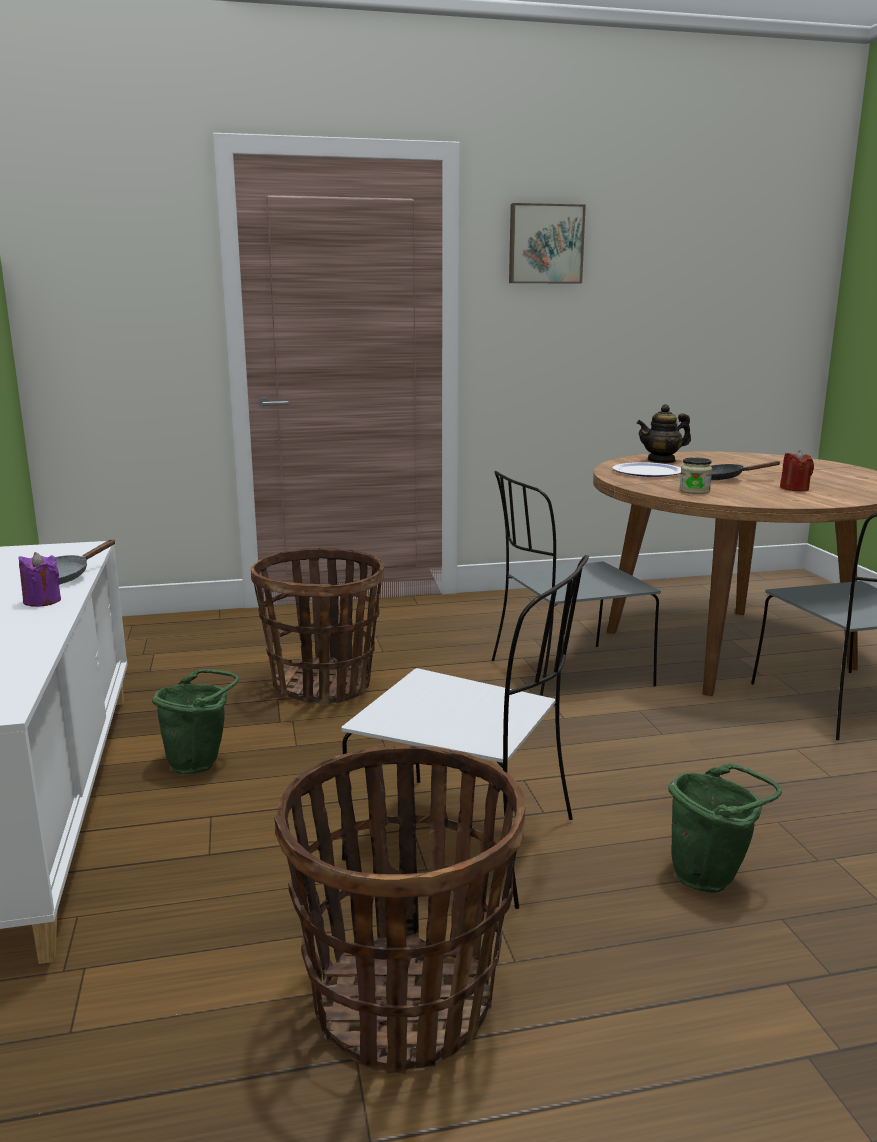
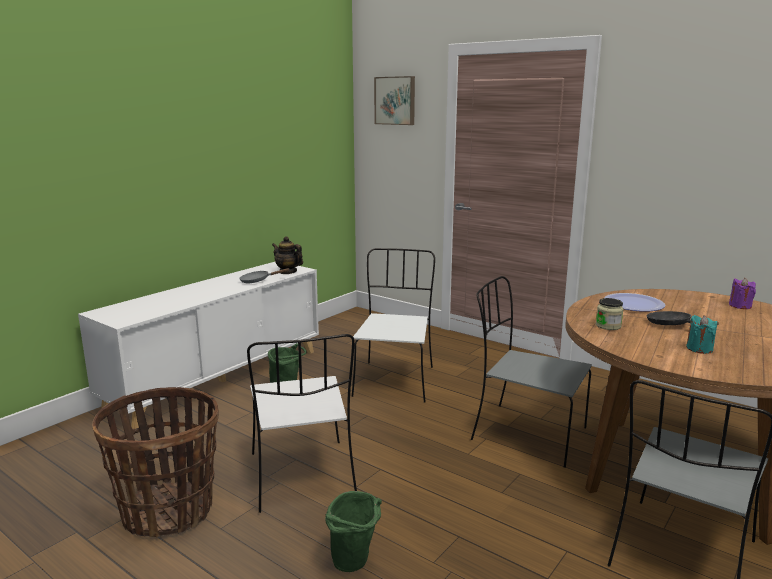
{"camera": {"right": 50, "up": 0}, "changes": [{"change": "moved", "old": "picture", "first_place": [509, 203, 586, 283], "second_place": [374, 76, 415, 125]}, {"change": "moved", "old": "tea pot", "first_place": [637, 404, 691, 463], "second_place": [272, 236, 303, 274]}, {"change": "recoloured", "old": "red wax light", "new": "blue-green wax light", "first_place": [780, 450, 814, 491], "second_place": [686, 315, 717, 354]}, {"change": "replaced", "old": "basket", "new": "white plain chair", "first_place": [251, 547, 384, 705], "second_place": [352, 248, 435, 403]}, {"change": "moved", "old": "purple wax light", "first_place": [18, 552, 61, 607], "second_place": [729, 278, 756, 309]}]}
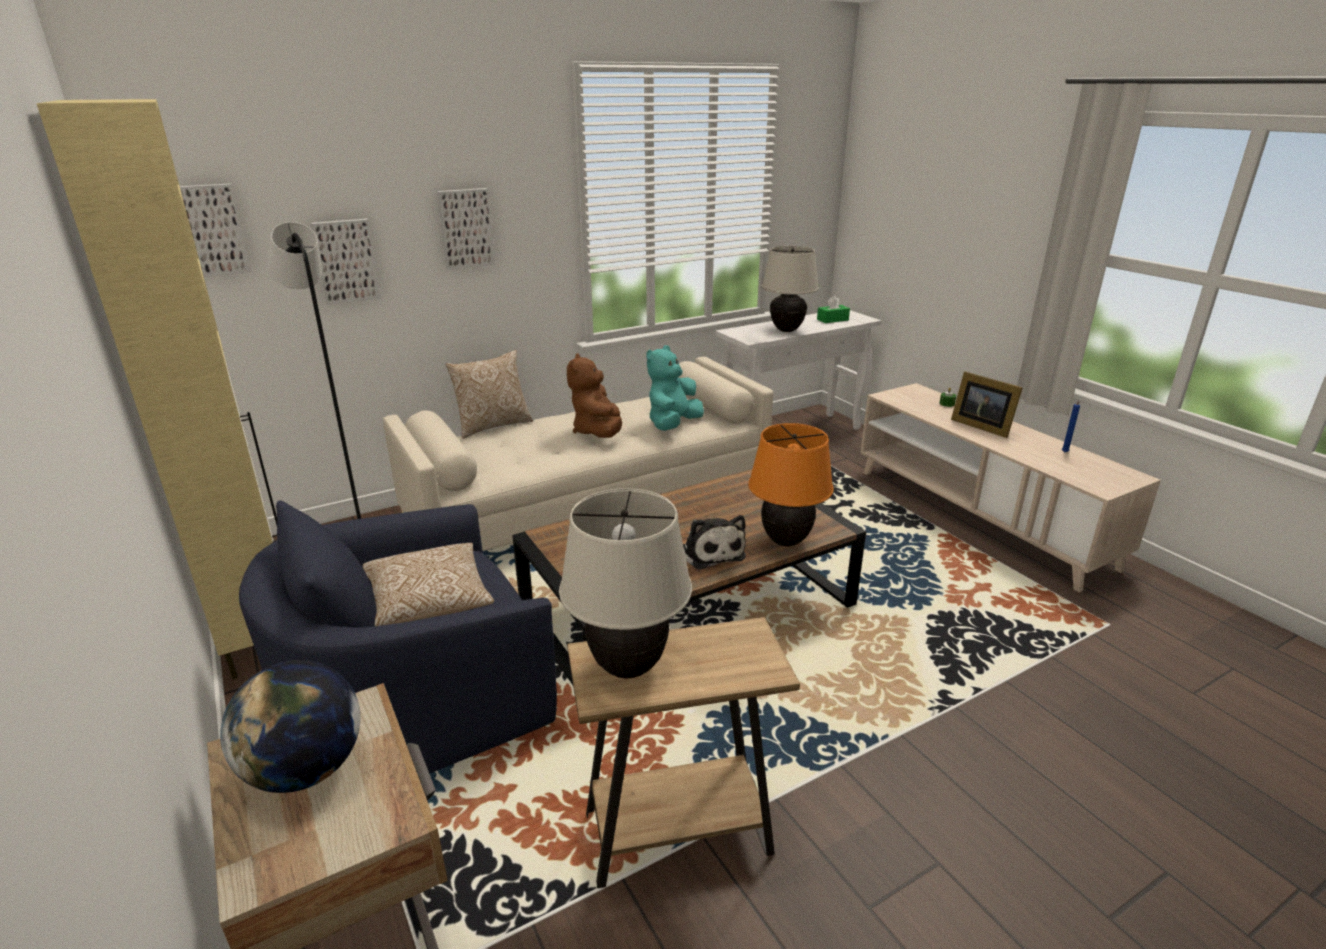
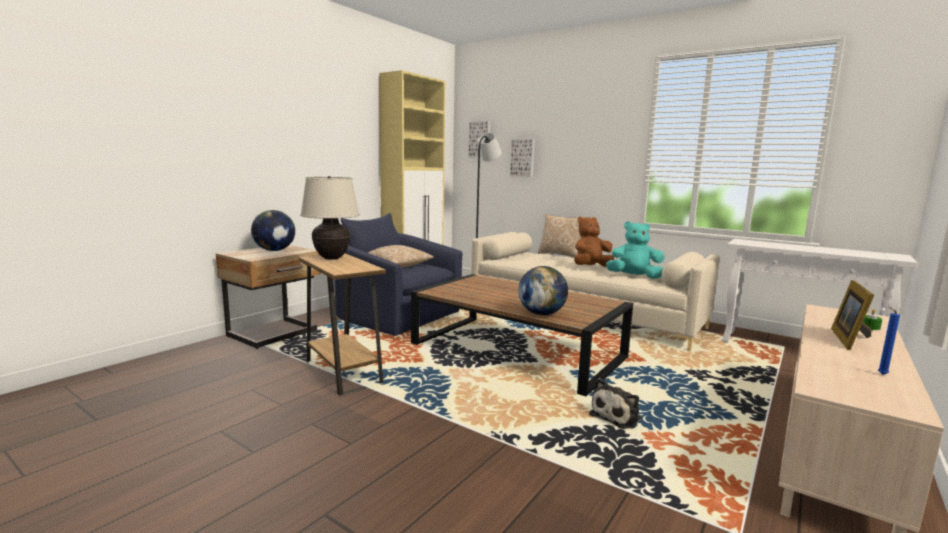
{"camera": {"right": 65, "up": -15}, "changes": [{"change": "removed", "old": "picture", "first_place": [437, 188, 495, 270]}, {"change": "removed", "old": "beige table lamp", "first_place": [761, 246, 819, 332]}, {"change": "removed", "old": "green box of tissues", "first_place": [817, 296, 850, 323]}, {"change": "replaced", "old": "orange-coloured table lamp", "new": "globe", "first_place": [748, 423, 834, 547], "second_place": [518, 266, 568, 315]}, {"change": "moved", "old": "cuddly toy", "first_place": [683, 515, 746, 570], "second_place": [589, 378, 642, 429]}]}
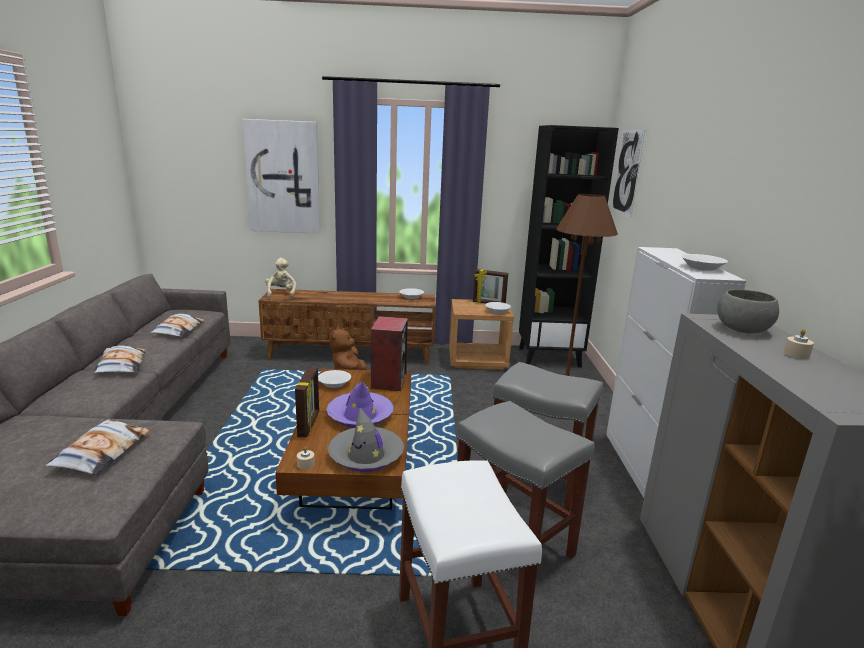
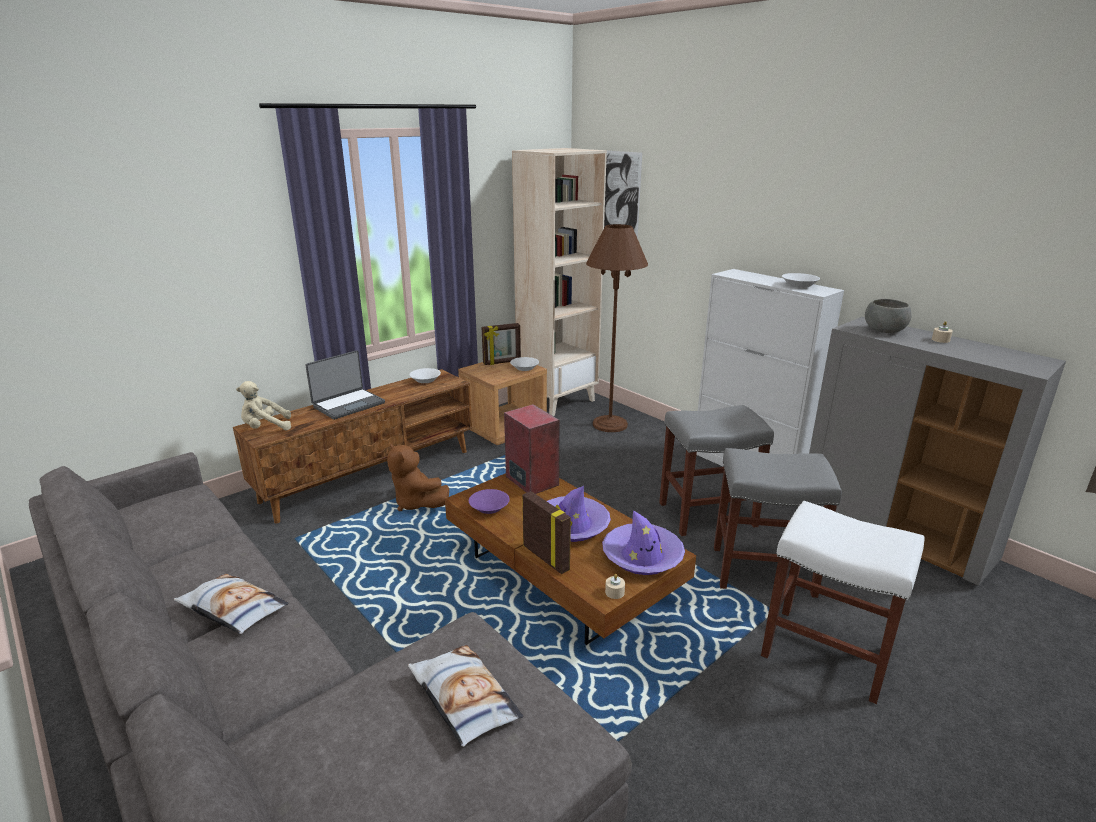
{"camera": {"right": -40, "up": 5}, "changes": [{"change": "removed", "old": "picture", "first_place": [242, 119, 320, 234]}, {"change": "recoloured", "old": "blackish bookcase", "new": "beige bookcase", "first_place": [519, 125, 619, 367], "second_place": [512, 148, 607, 416]}, {"change": "turned", "old": "beige cuddly toy", "first_place": [265, 258, 296, 298], "second_place": [236, 381, 291, 430], "degrees": -60}, {"change": "removed", "old": "cushion", "first_place": [150, 314, 204, 337]}, {"change": "recoloured", "old": "white bowl", "new": "purple bowl", "first_place": [318, 370, 351, 388], "second_place": [469, 489, 510, 514]}, {"change": "recoloured", "old": "greyish clothing hat", "new": "purple clothing hat", "first_place": [327, 408, 404, 472], "second_place": [602, 510, 685, 575]}, {"change": "added", "new": "laptop", "second_place": [305, 350, 385, 420]}]}
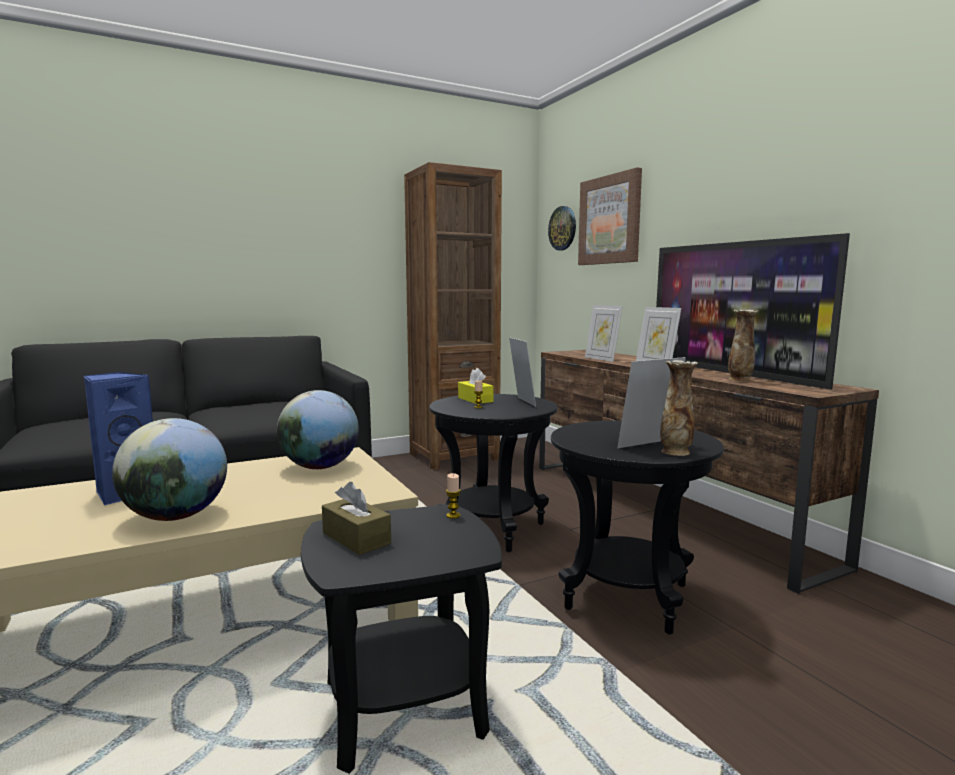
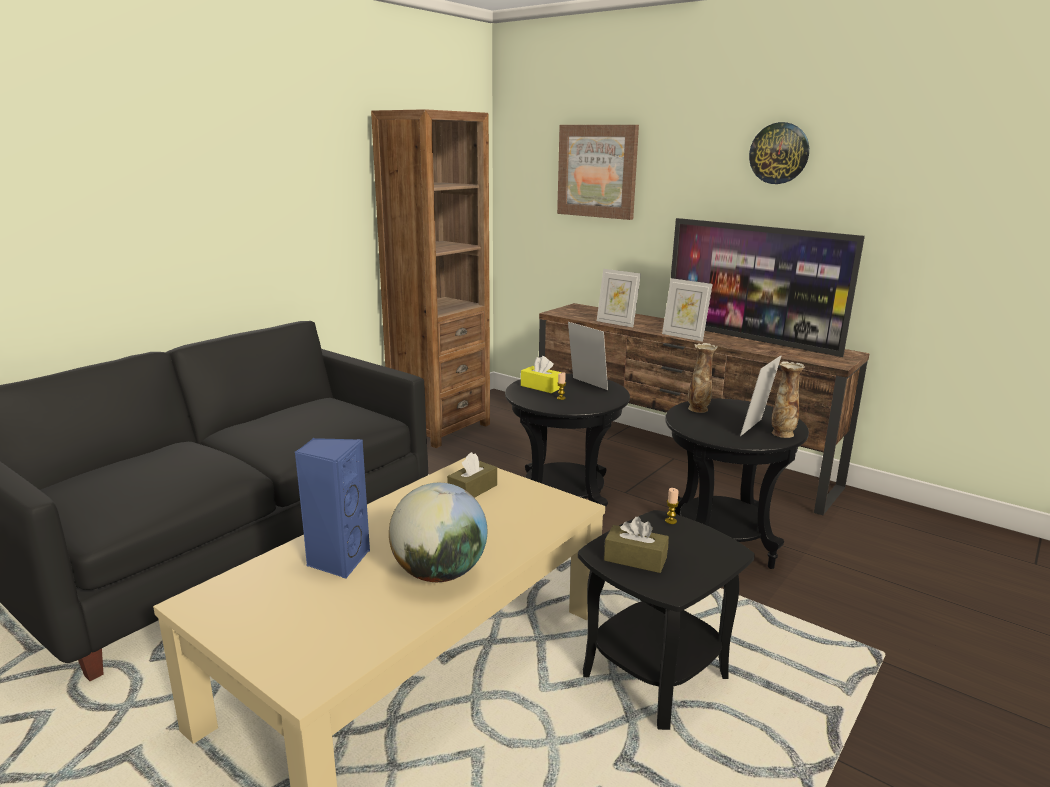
{"camera": {"right": -25, "up": 10}, "changes": [{"change": "moved", "old": "hanging clock", "first_place": [548, 206, 576, 251], "second_place": [749, 122, 809, 184]}, {"change": "moved", "old": "decorative vase", "first_place": [728, 310, 759, 382], "second_place": [688, 343, 718, 413]}, {"change": "replaced", "old": "globe", "new": "brown box of tissues", "first_place": [277, 390, 359, 469], "second_place": [447, 452, 497, 498]}]}
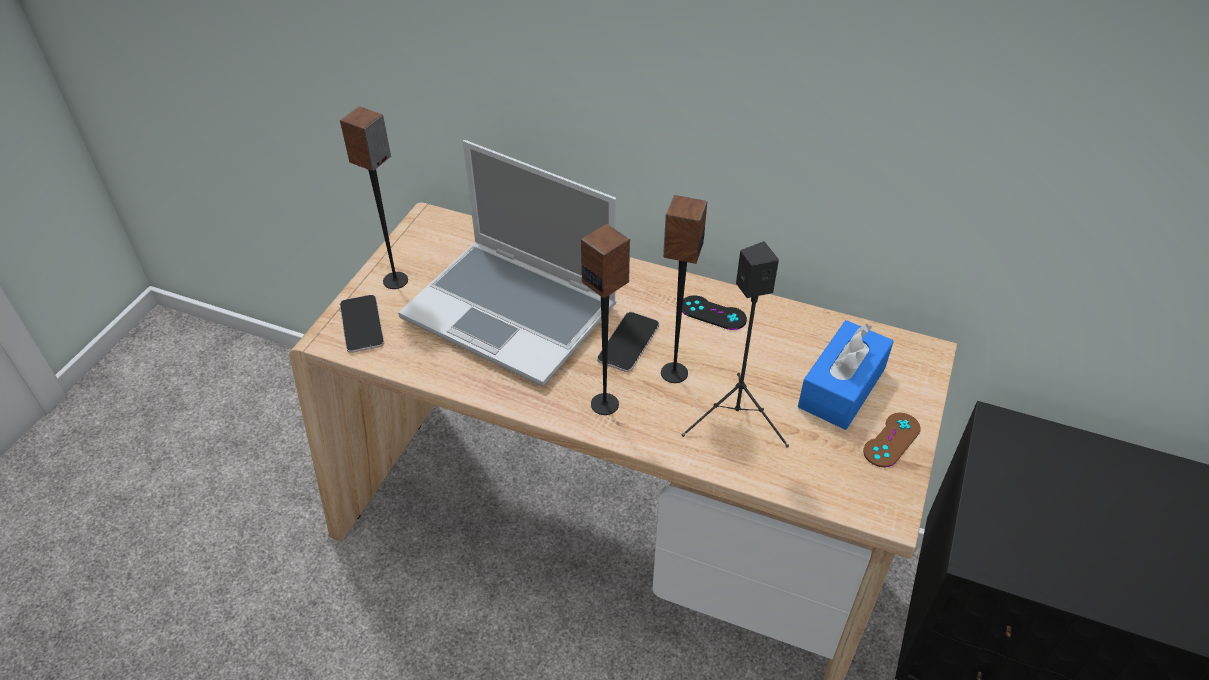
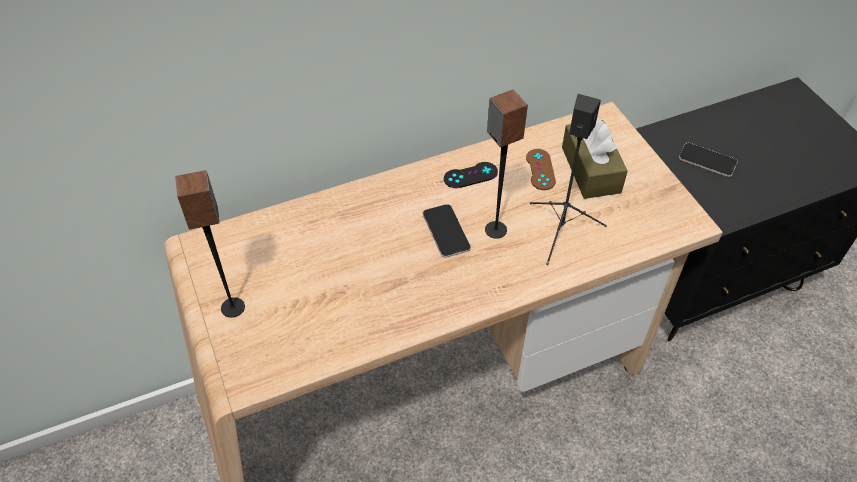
{"camera": {"right": -45, "up": 5}, "changes": [{"change": "removed", "old": "laptop", "first_place": [398, 140, 616, 387]}, {"change": "removed", "old": "audio speaker", "first_place": [581, 224, 630, 415]}, {"change": "moved", "old": "handset", "first_place": [340, 295, 384, 353], "second_place": [679, 143, 738, 177]}, {"change": "recoloured", "old": "blue-coloured box of tissues", "new": "brown box of tissues", "first_place": [798, 320, 894, 430], "second_place": [562, 117, 627, 199]}, {"change": "moved", "old": "brown game controller", "first_place": [863, 413, 921, 467], "second_place": [526, 149, 556, 190]}]}
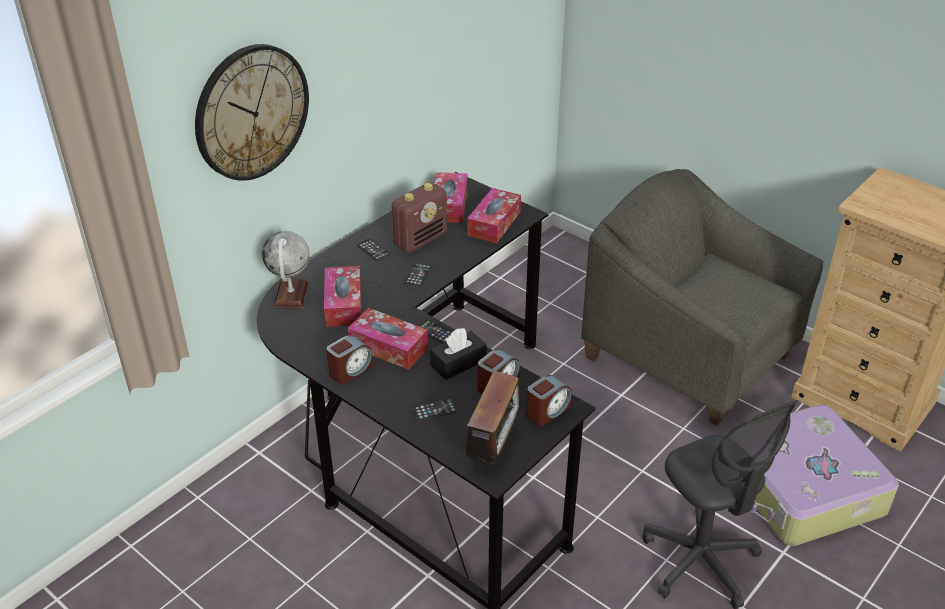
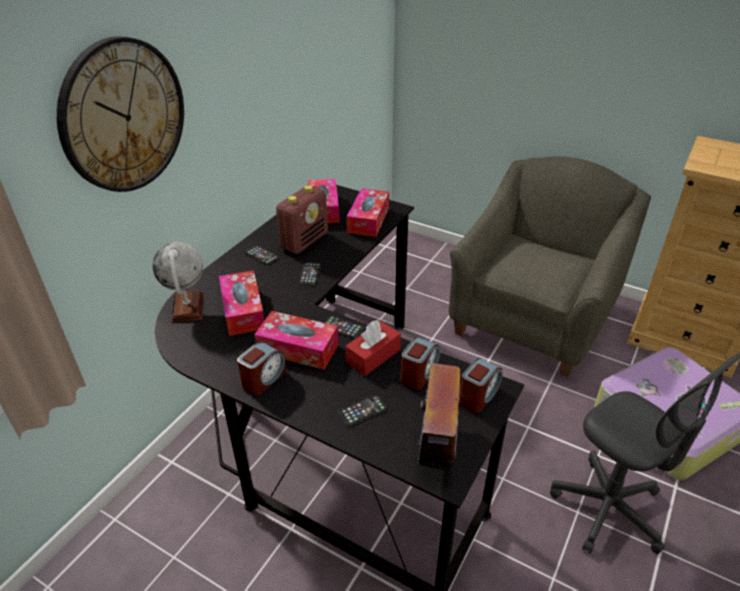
{"camera": {"right": -10, "up": 0}, "changes": [{"change": "turned", "old": "greyish lounge chair", "first_place": [581, 169, 824, 426], "second_place": [449, 156, 651, 377], "degrees": 90}, {"change": "recoloured", "old": "blackish box of tissues", "new": "red box of tissues", "first_place": [430, 328, 487, 380], "second_place": [345, 320, 401, 376]}]}
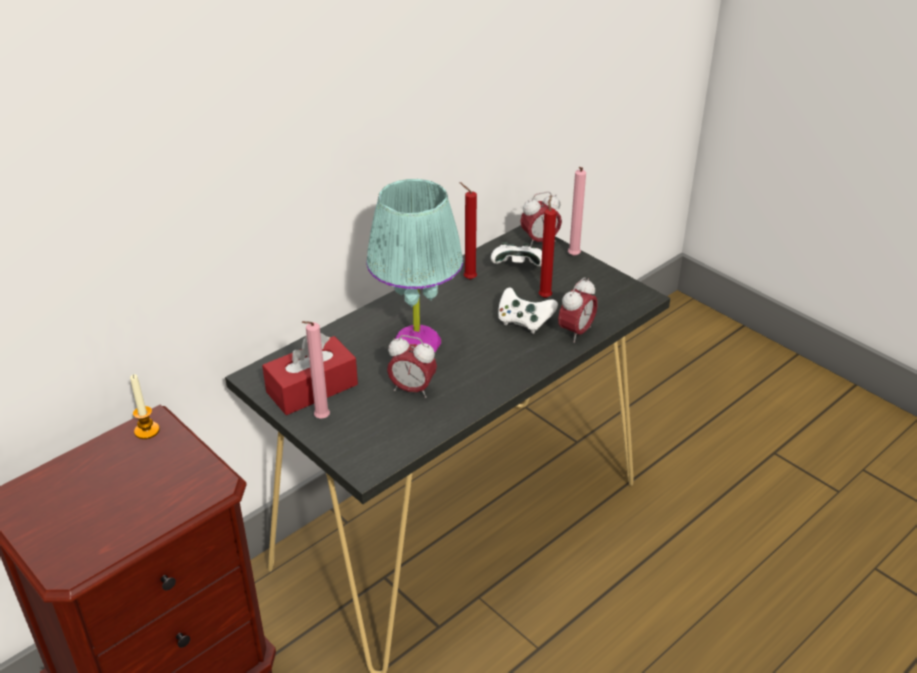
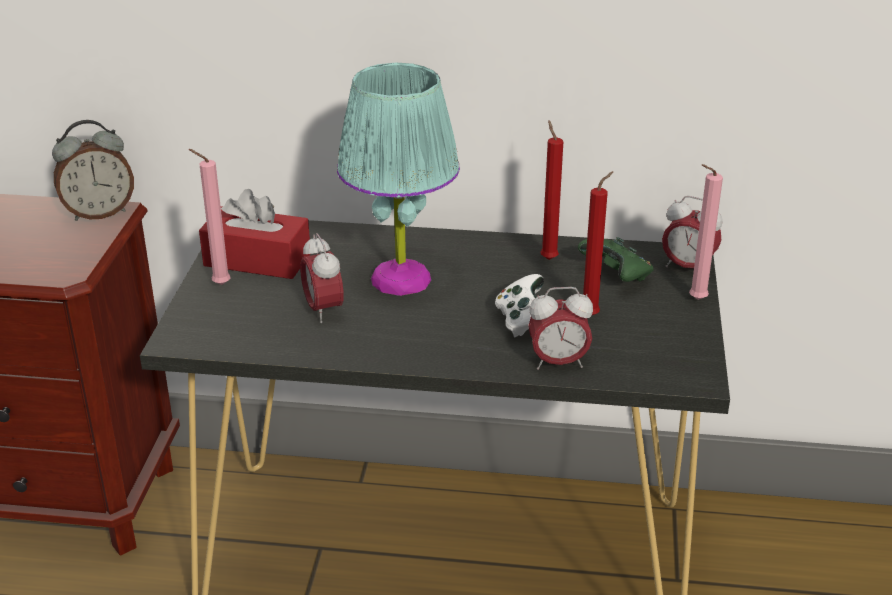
{"camera": {"right": 50, "up": -5}, "changes": [{"change": "recoloured", "old": "white game controller", "new": "green game controller", "first_place": [491, 242, 542, 266], "second_place": [578, 237, 654, 282]}, {"change": "replaced", "old": "wax light", "new": "bedside clock", "first_place": [130, 374, 160, 439], "second_place": [52, 120, 134, 221]}]}
